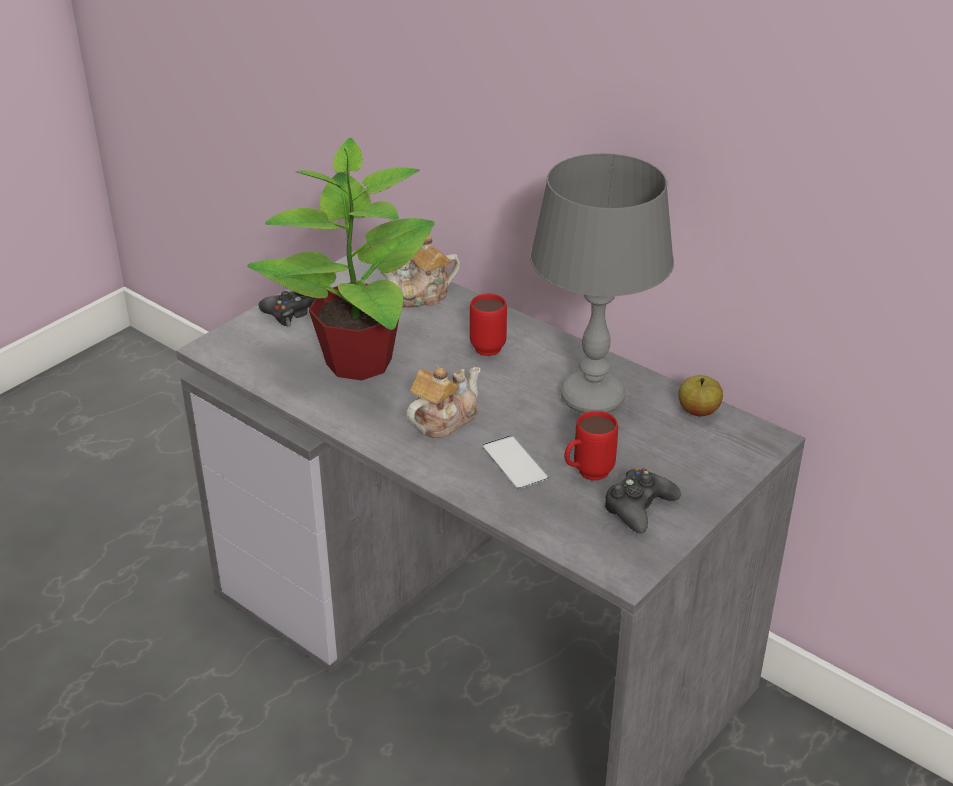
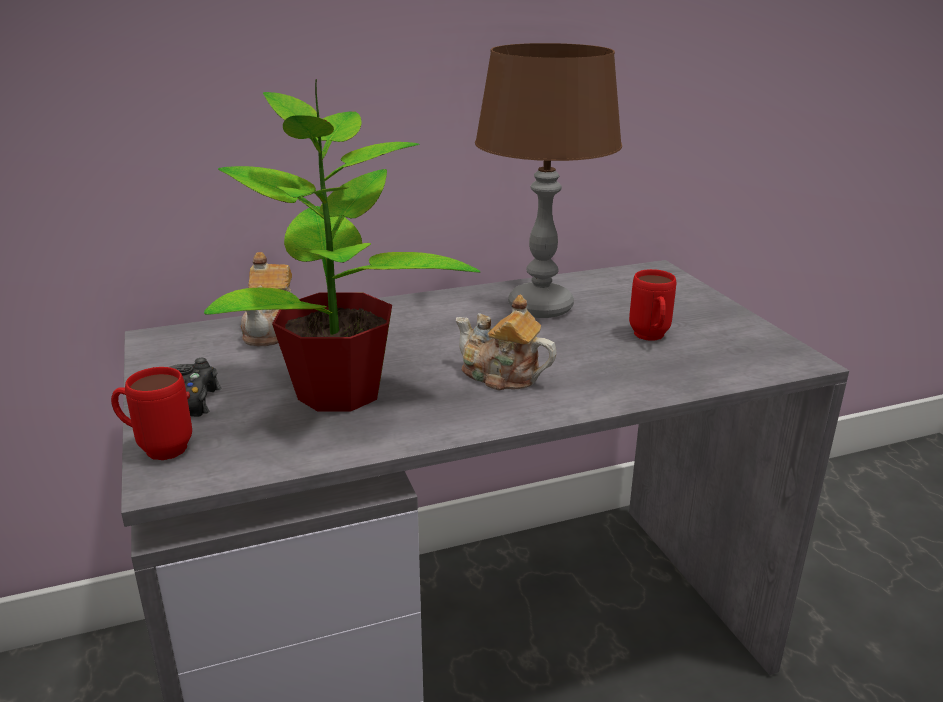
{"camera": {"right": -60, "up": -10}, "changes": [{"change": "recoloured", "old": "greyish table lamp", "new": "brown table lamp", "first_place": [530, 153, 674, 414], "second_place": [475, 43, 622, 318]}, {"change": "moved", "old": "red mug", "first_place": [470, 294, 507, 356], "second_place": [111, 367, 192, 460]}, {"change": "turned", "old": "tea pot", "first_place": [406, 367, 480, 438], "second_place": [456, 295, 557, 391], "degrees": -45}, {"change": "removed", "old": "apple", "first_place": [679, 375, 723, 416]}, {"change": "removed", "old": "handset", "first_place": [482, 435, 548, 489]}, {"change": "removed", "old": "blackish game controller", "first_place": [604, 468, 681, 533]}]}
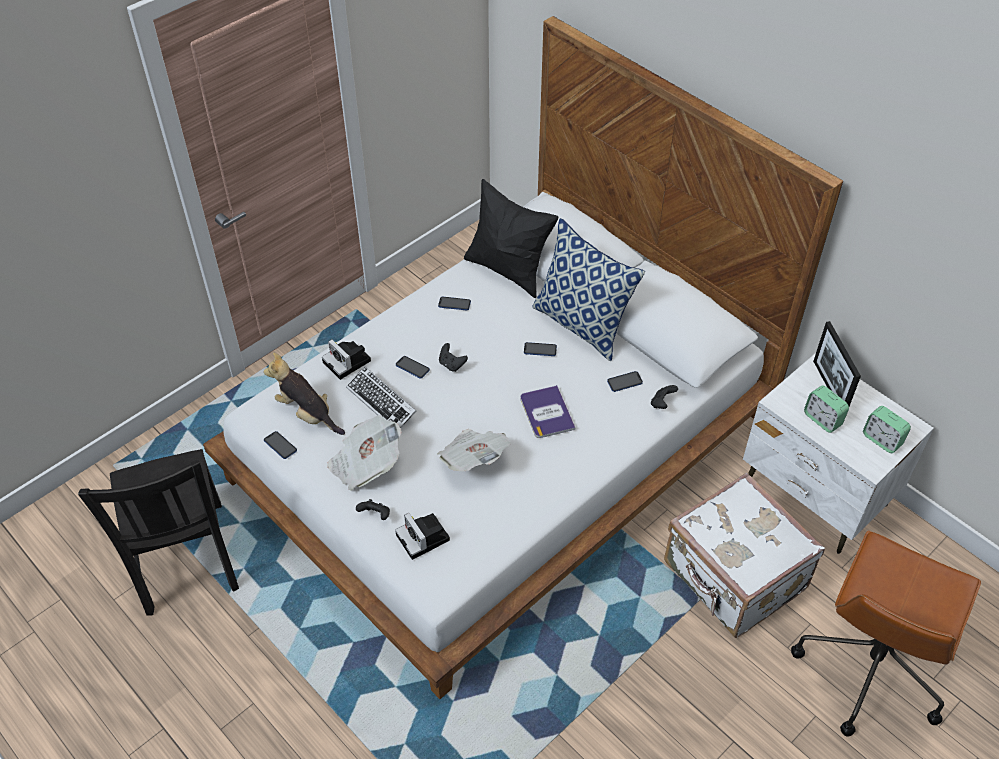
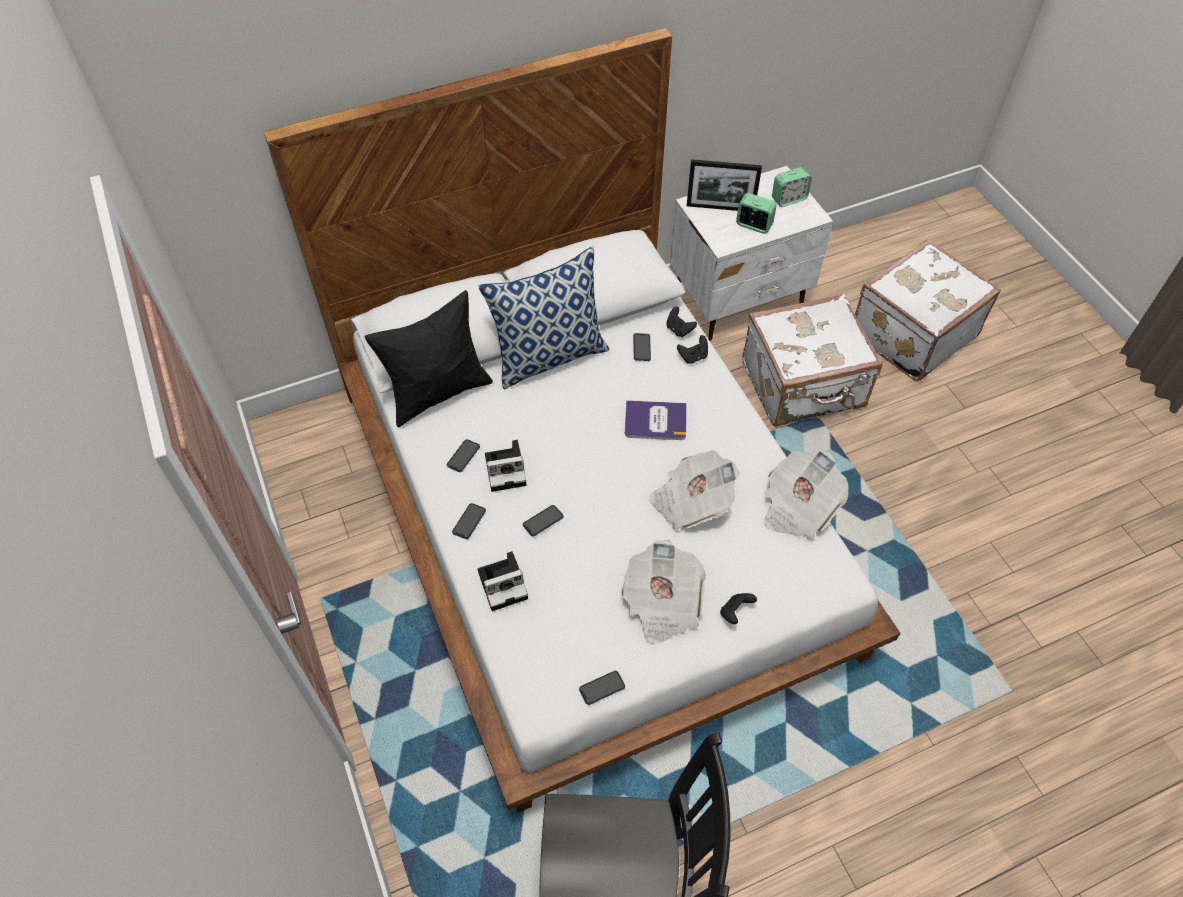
{"camera": {"right": -70, "up": 5}, "changes": [{"change": "moved", "old": "handset", "first_place": [524, 342, 557, 356], "second_place": [452, 503, 486, 539]}, {"change": "moved", "old": "blackish game controller", "first_place": [439, 343, 468, 372], "second_place": [677, 335, 708, 364]}, {"change": "removed", "old": "cuddly toy", "first_place": [264, 352, 345, 435]}, {"change": "removed", "old": "computer keyboard", "first_place": [346, 366, 416, 428]}, {"change": "turned", "old": "bedside clock", "first_place": [804, 385, 849, 433], "second_place": [736, 193, 777, 234], "degrees": -135}, {"change": "moved", "old": "photo camera", "first_place": [395, 513, 450, 560], "second_place": [485, 440, 526, 492]}, {"change": "replaced", "old": "brown computer chair", "new": "white piece of luggage", "first_place": [791, 531, 981, 737], "second_place": [855, 239, 1001, 381]}, {"change": "added", "new": "printed paper", "second_place": [764, 450, 849, 539]}]}
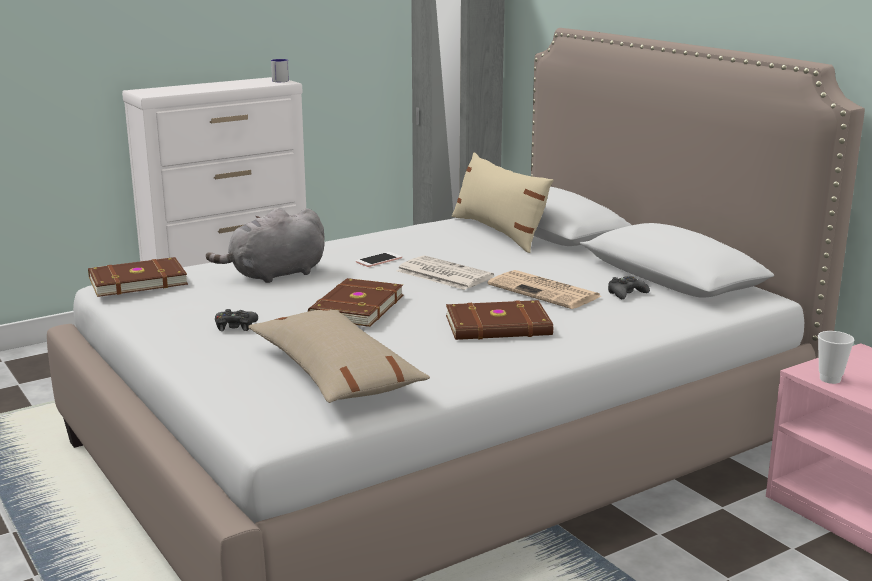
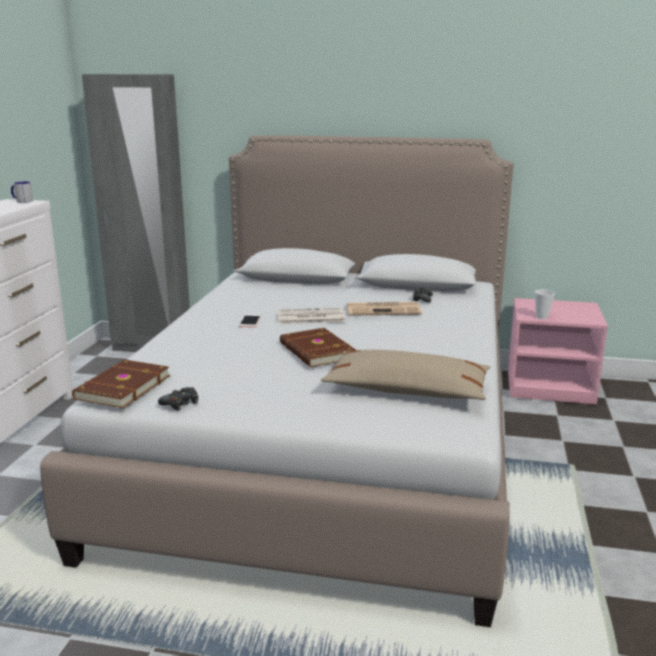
{"camera": {"right": -45, "up": 0}, "changes": [{"change": "removed", "old": "beige cushion", "first_place": [452, 152, 553, 253]}, {"change": "removed", "old": "greyish cuddly toy", "first_place": [206, 208, 325, 283]}, {"change": "removed", "old": "brown volume", "first_place": [446, 300, 553, 340]}, {"change": "moved", "old": "blackish game controller", "first_place": [215, 309, 258, 331], "second_place": [158, 387, 198, 411]}]}
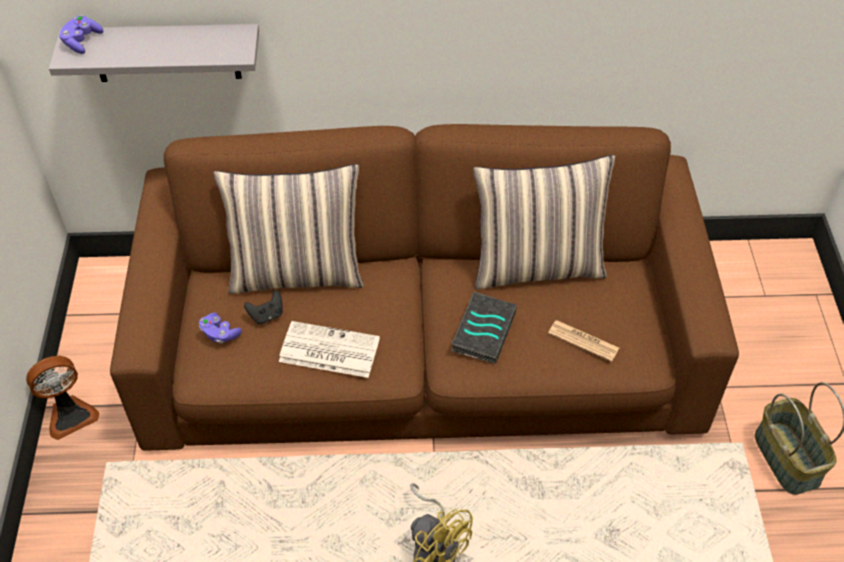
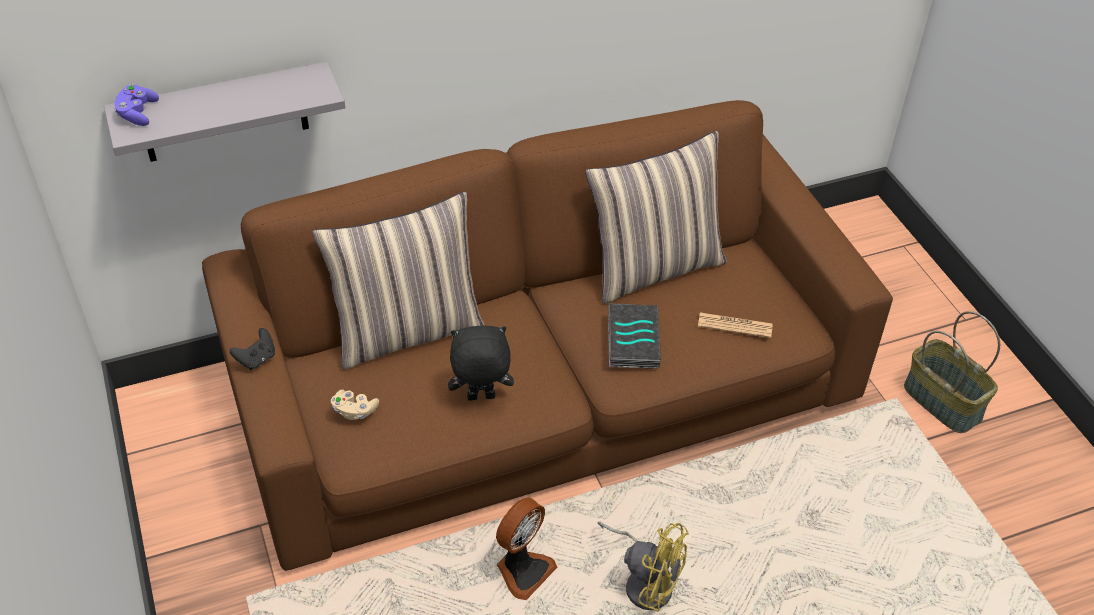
{"camera": {"right": -20, "up": -5}, "changes": [{"change": "moved", "old": "blackish game controller", "first_place": [244, 290, 283, 324], "second_place": [230, 328, 275, 370]}, {"change": "recoloured", "old": "purple game controller", "new": "beige game controller", "first_place": [199, 313, 242, 343], "second_place": [331, 390, 379, 420]}, {"change": "replaced", "old": "printed paper", "new": "blackish cuddly toy", "first_place": [279, 321, 380, 378], "second_place": [448, 326, 514, 401]}, {"change": "moved", "old": "cooling fan", "first_place": [26, 356, 99, 440], "second_place": [496, 498, 557, 600]}]}
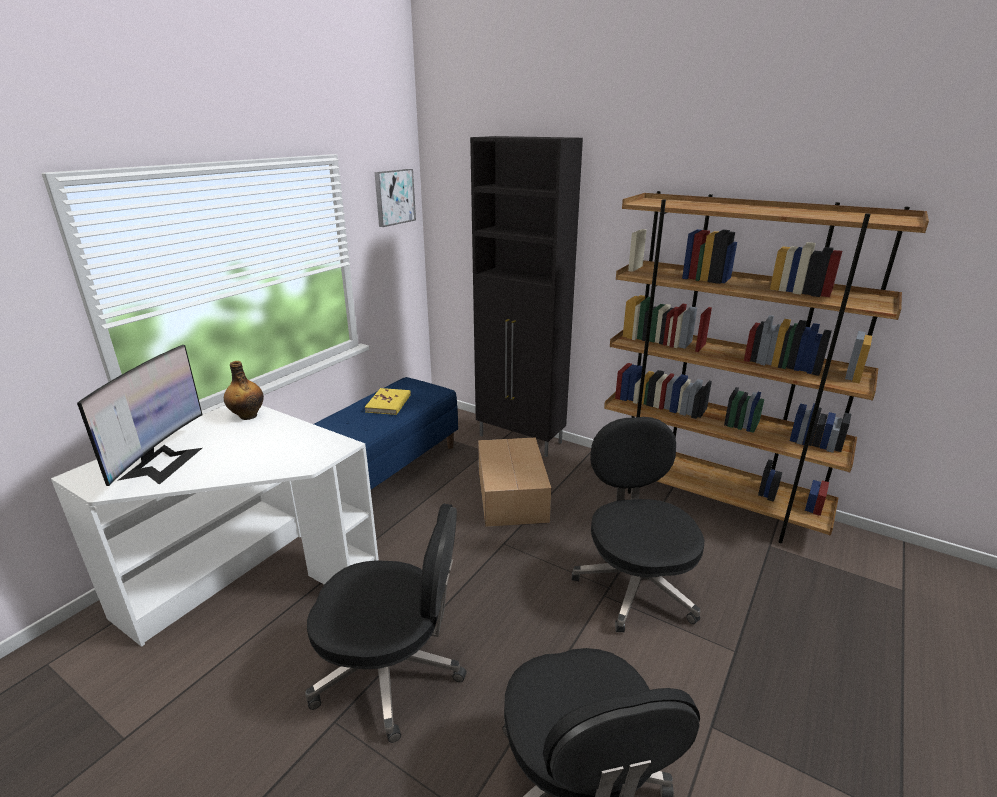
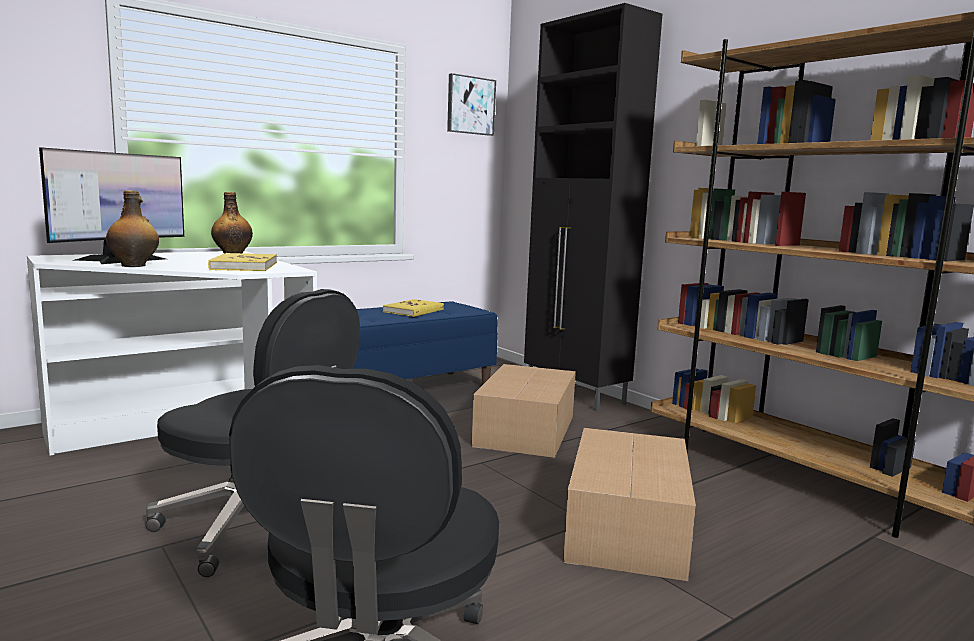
{"camera": {"right": 20, "up": -15}, "changes": [{"change": "replaced", "old": "blackish computer chair", "new": "carton", "first_place": [571, 417, 704, 632], "second_place": [563, 428, 696, 582]}, {"change": "added", "new": "drink bottle", "second_place": [106, 190, 159, 267]}, {"change": "added", "new": "yellowish volume", "second_place": [208, 253, 277, 271]}]}
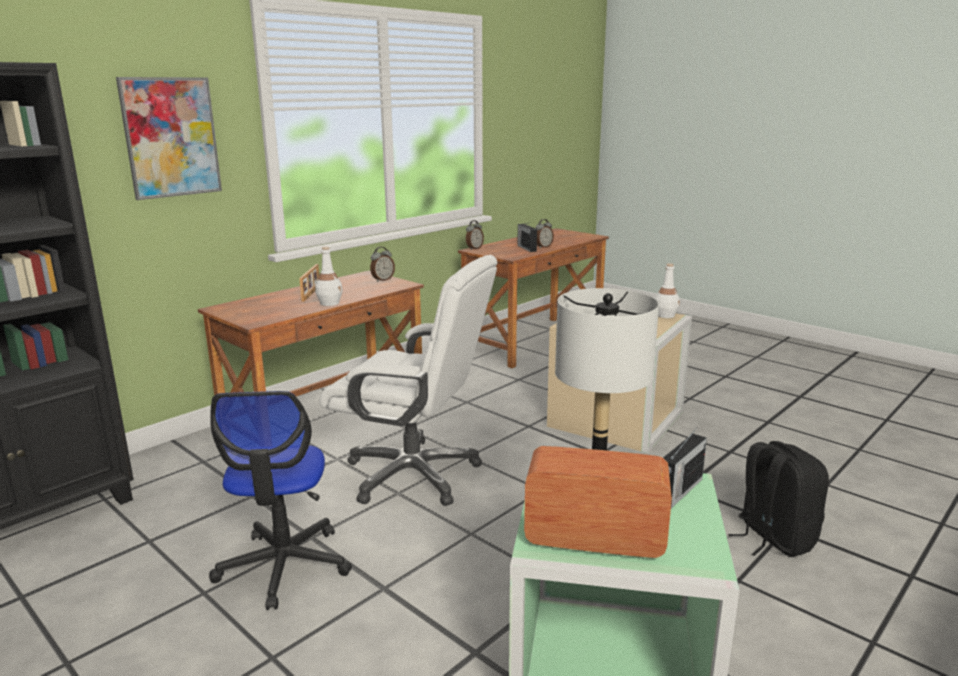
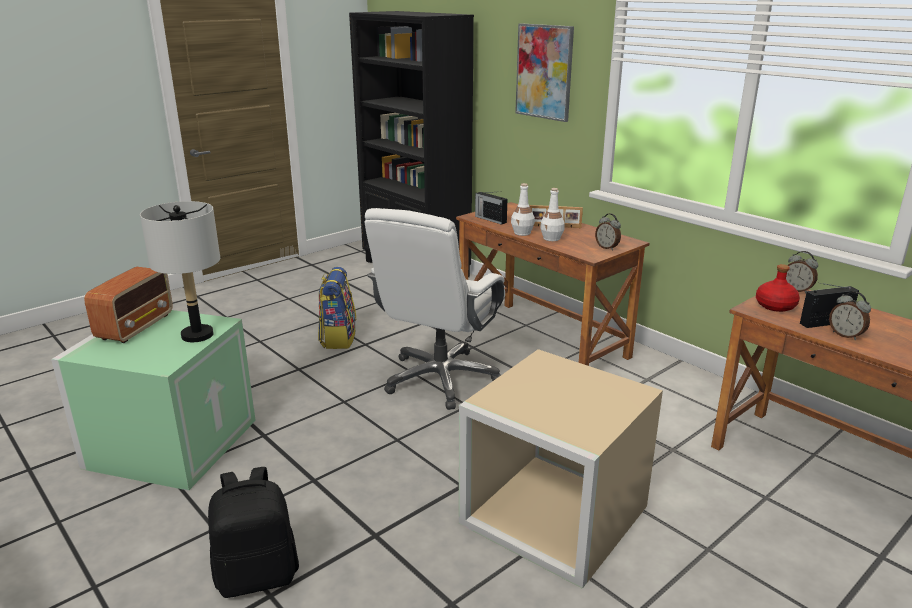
{"camera": {"right": 95, "up": 5}, "changes": [{"change": "moved", "old": "white drink bottle", "first_place": [655, 263, 680, 318], "second_place": [540, 188, 565, 241]}, {"change": "replaced", "old": "computer chair", "new": "knapsack", "first_place": [209, 391, 352, 610], "second_place": [318, 267, 356, 349]}, {"change": "moved", "old": "radio receiver", "first_place": [663, 426, 707, 508], "second_place": [475, 192, 507, 225]}, {"change": "added", "new": "red drink bottle", "second_place": [756, 264, 800, 312]}]}
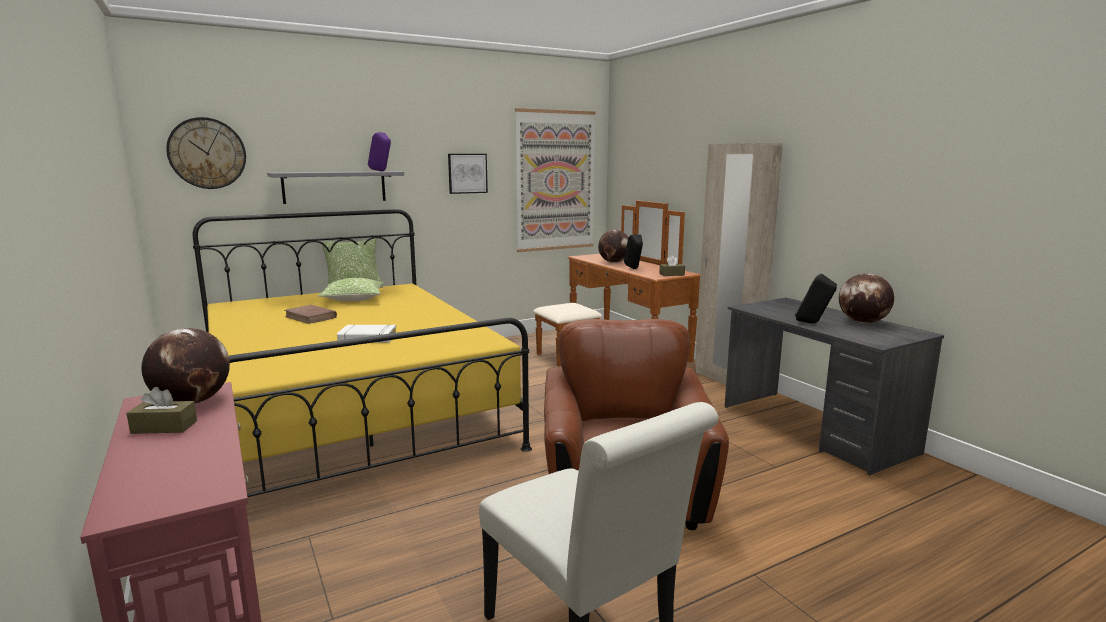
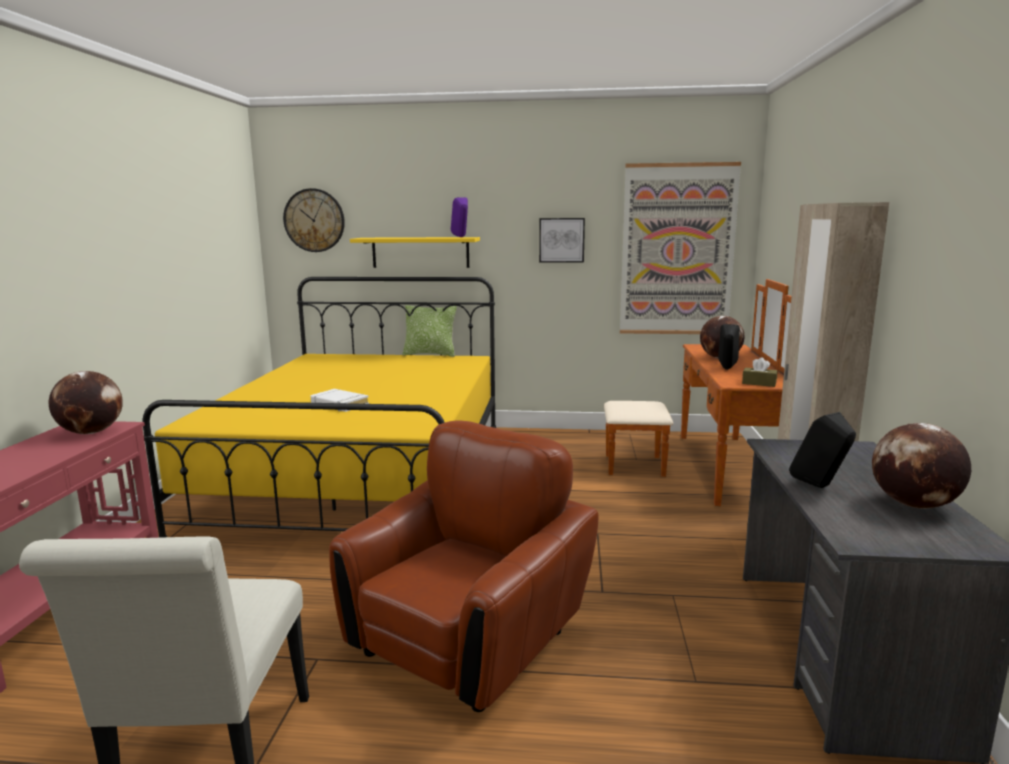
{"camera": {"right": 35, "up": 0}, "changes": [{"change": "recoloured", "old": "greyish shelf", "new": "yellowish shelf", "first_place": [267, 171, 404, 204], "second_place": [350, 237, 480, 268]}, {"change": "removed", "old": "cushion", "first_place": [318, 278, 384, 301]}, {"change": "removed", "old": "brown volume", "first_place": [285, 305, 337, 324]}, {"change": "removed", "old": "brown box of tissues", "first_place": [126, 387, 197, 434]}]}
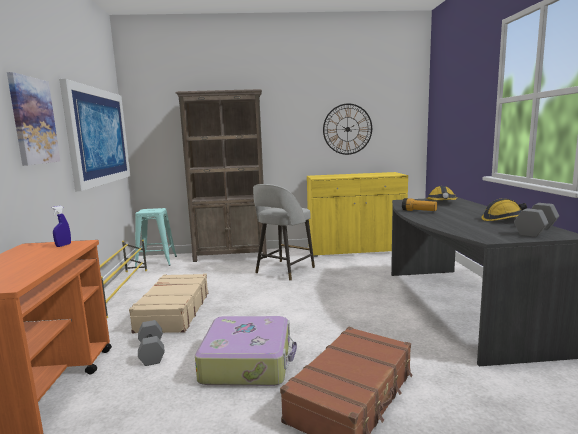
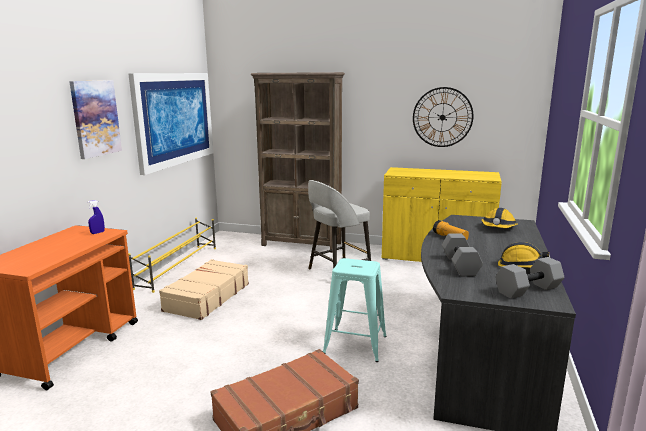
{"camera": {"right": 20, "up": 5}, "changes": [{"change": "moved", "old": "blue-green stool", "first_place": [135, 208, 177, 267], "second_place": [323, 258, 387, 362]}, {"change": "removed", "old": "piece of luggage", "first_place": [195, 316, 297, 386]}, {"change": "moved", "old": "greyish dumbbell", "first_place": [138, 320, 165, 366], "second_place": [442, 233, 483, 276]}]}
